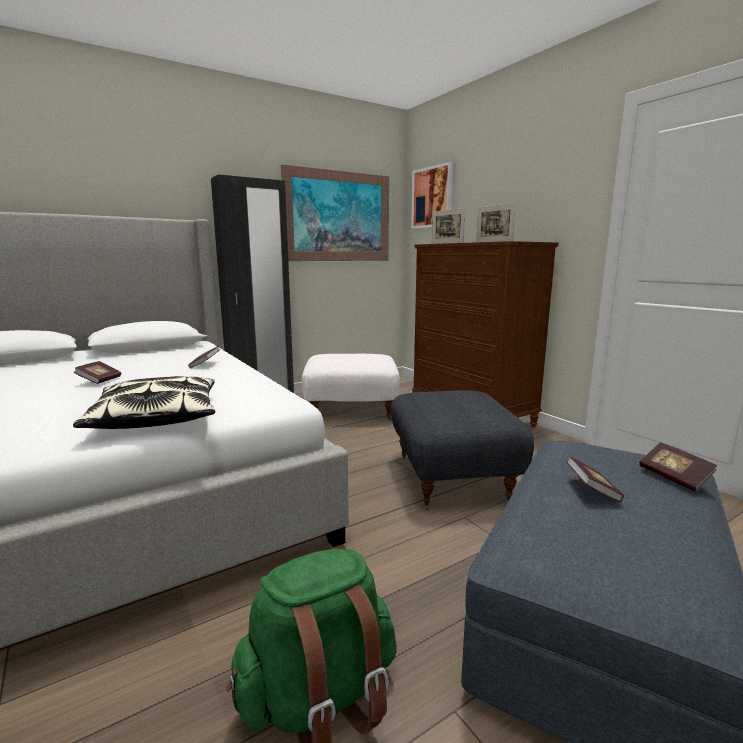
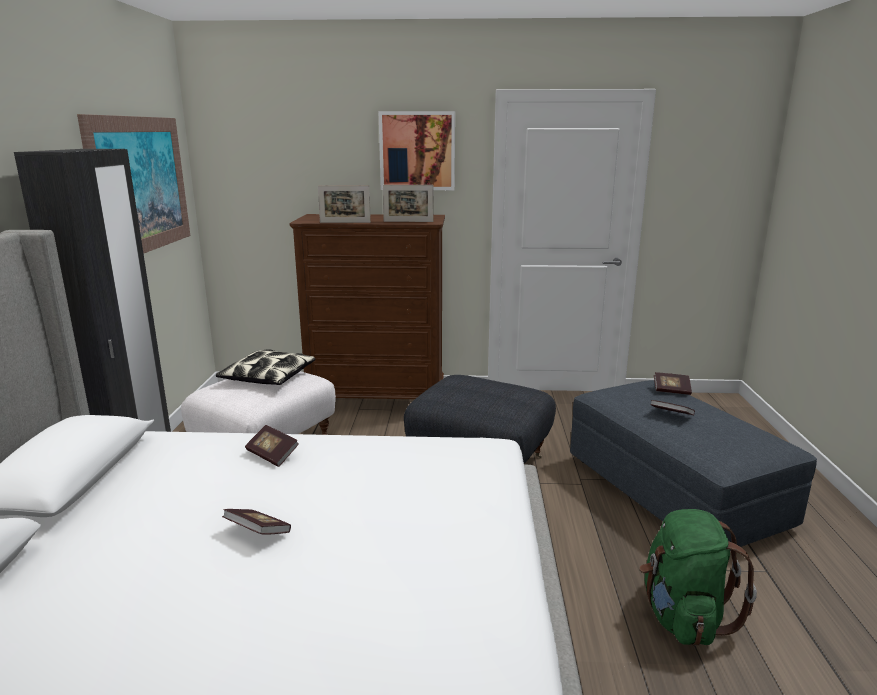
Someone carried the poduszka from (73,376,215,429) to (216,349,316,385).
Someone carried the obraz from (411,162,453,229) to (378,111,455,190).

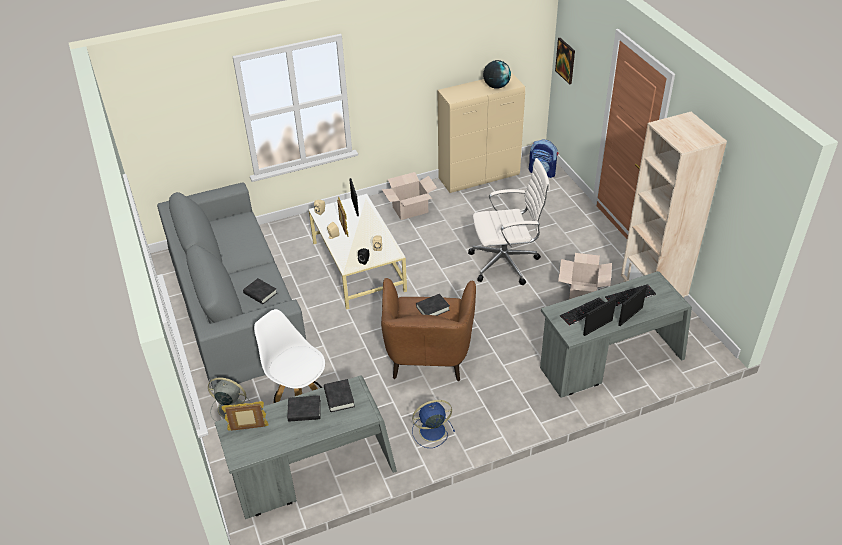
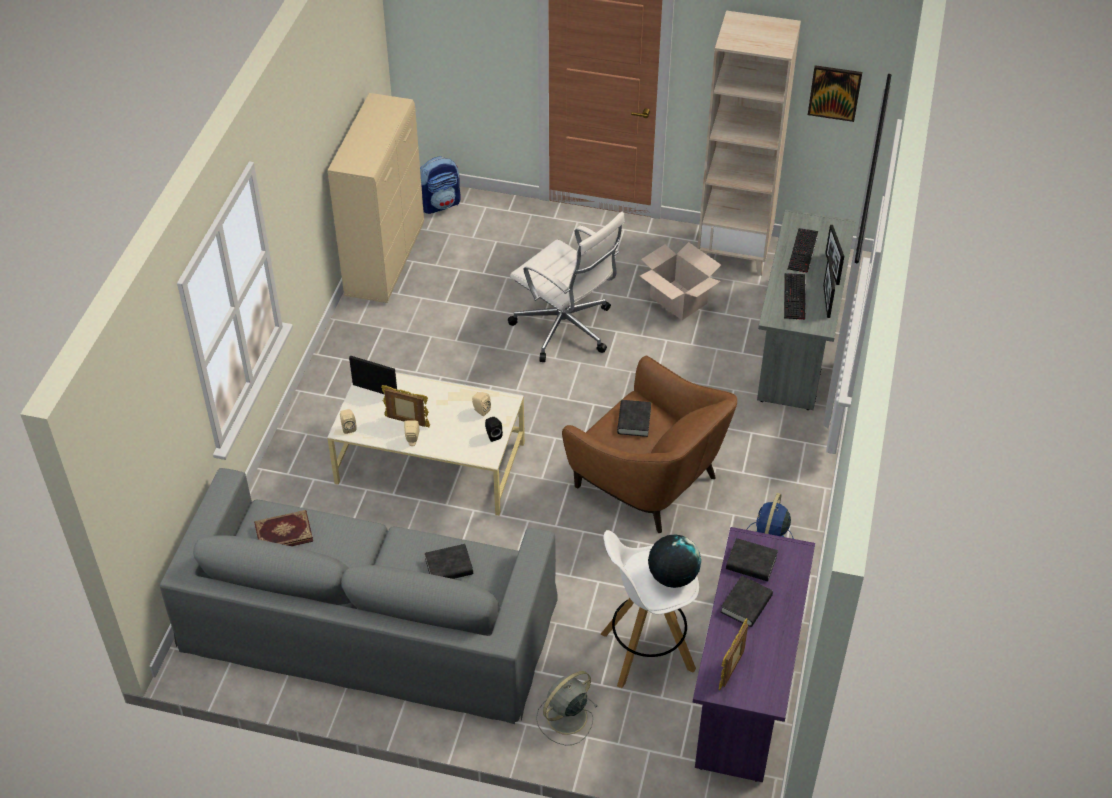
Someone took away the karton at (382,172,437,220).
Someone put down the książka at (254,510,313,546).
Someone carried the globus from (483,60,511,89) to (648,534,701,588).
Someone carried the obraz from (555,38,575,85) to (808,65,862,122).
Someone repainted the biurko [szary] at (215,376,397,519), which became the biurko [fioletowy] at (693,527,815,782).
Someone rotated the krzesło biurowe [biały] at (468,158,550,285) by 105 degrees clockwise.

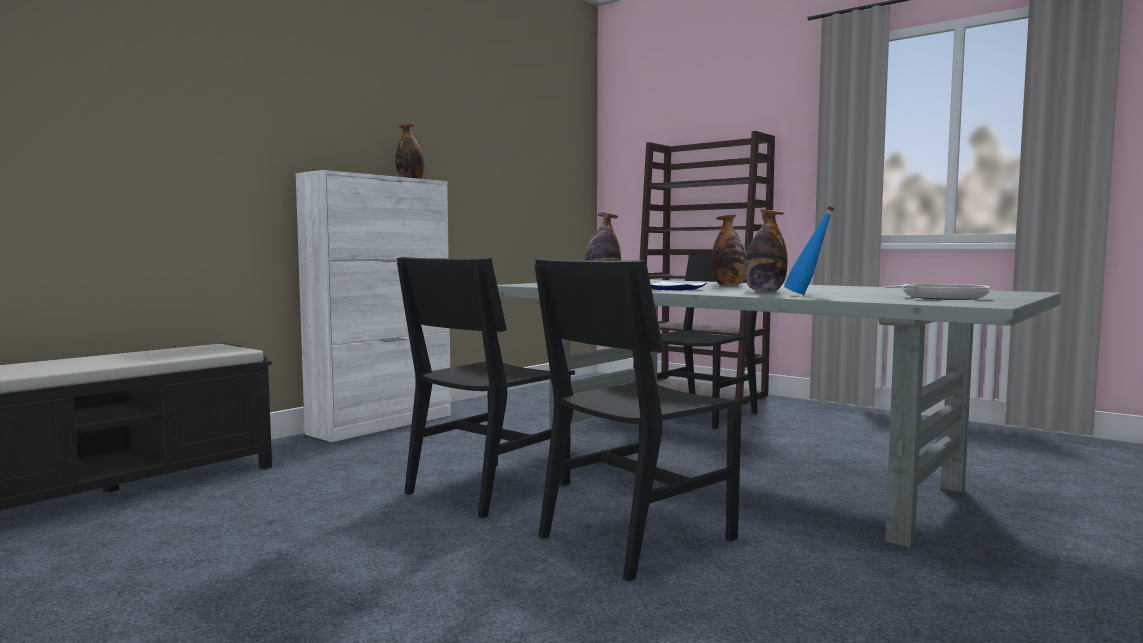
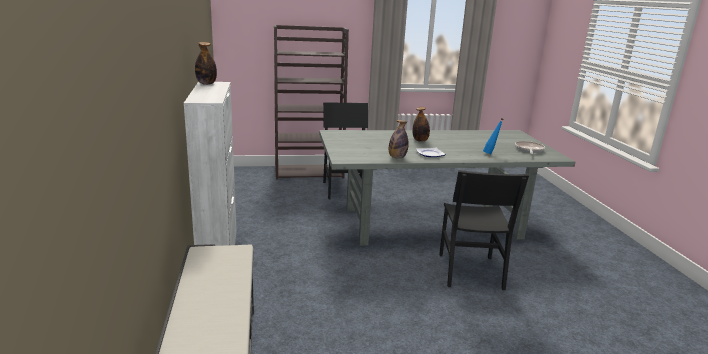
Someone took away the krzesło [czarny] at (397,257,575,518).
Someone took away the butelka at (744,209,787,292).

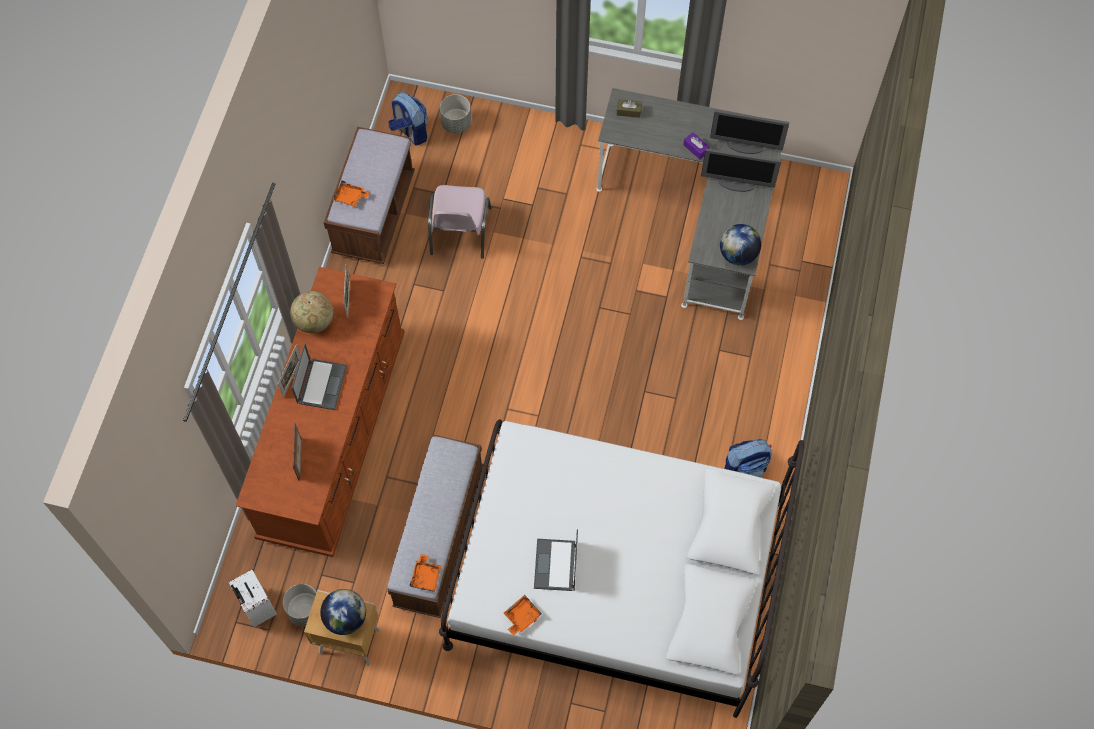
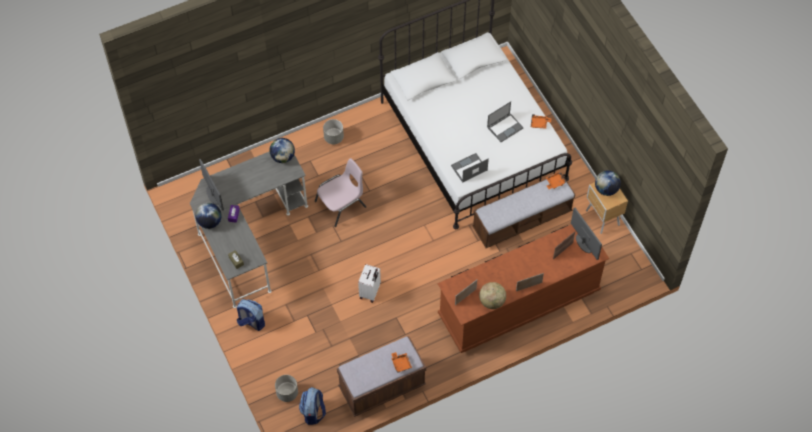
Someone put down the globus at (195,203,222,229).
Someone carried the walizka [biały] from (229,570,277,627) to (358,264,381,303).
Someone carried the donica [szary] from (283,584,316,626) to (323,119,344,144).
Someone carried the laptop from (292,343,347,410) to (451,153,489,183).
Someone carried the krzesło [różowy] from (428,185,491,259) to (315,158,366,227).
Someone carried the monitor from (701,148,781,192) to (571,208,602,260).
Someone carried the plecak from (724,439,772,478) to (237,299,265,331).

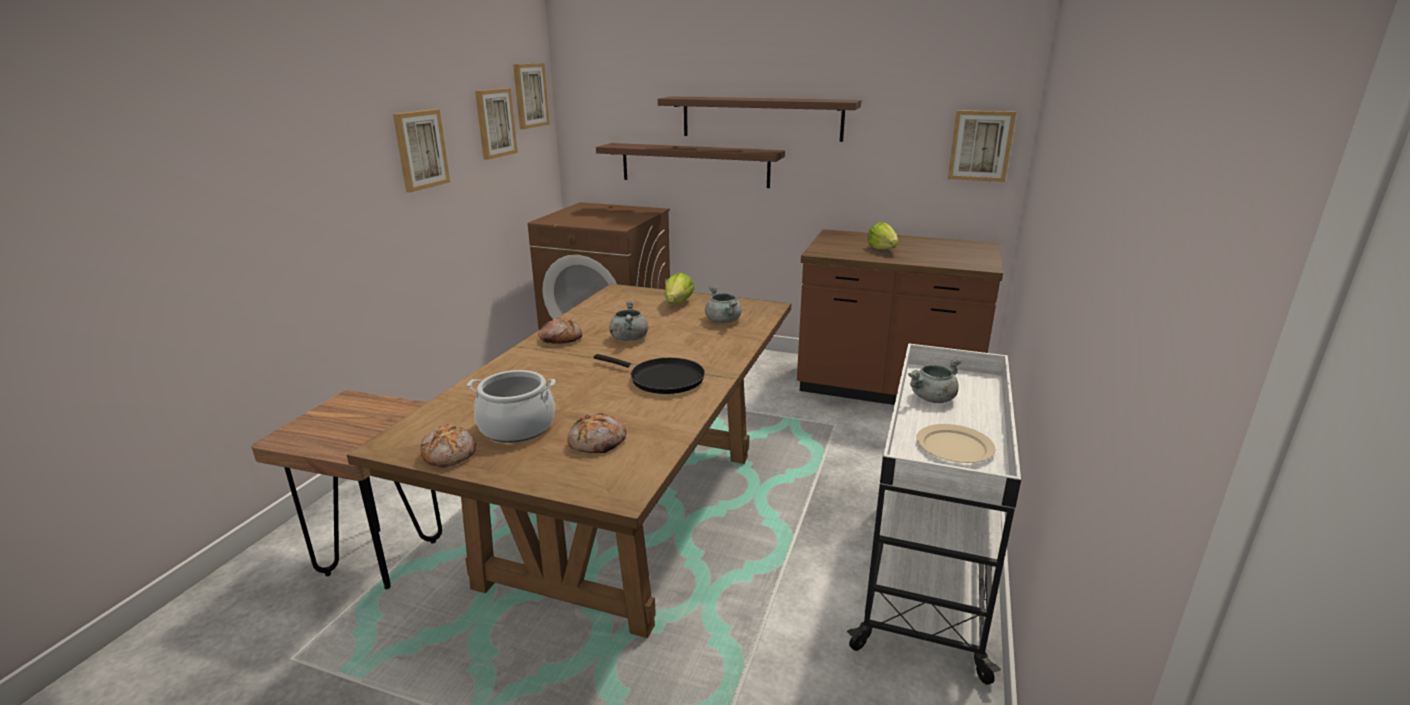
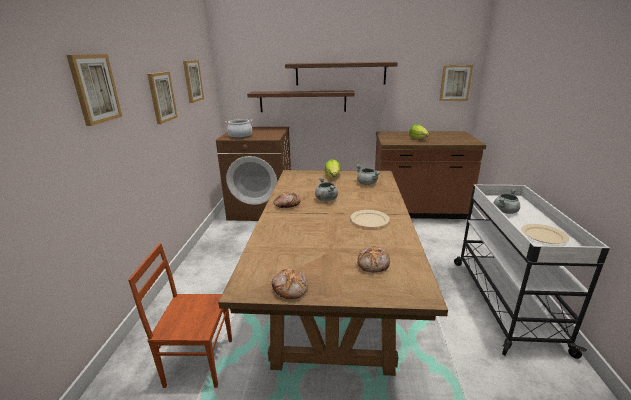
Someone carried the garnek from (467,370,556,443) to (225,119,252,138).
Someone carried the obraz from (513,63,550,129) to (67,54,122,126).
Someone swapped the stołek [brązowy] at (251,391,442,589) for the krzesło [brązowy] at (128,243,232,388).
Someone swapped the patelnia [czarny] at (594,354,705,394) for the talerz [beżowy] at (350,210,390,228).

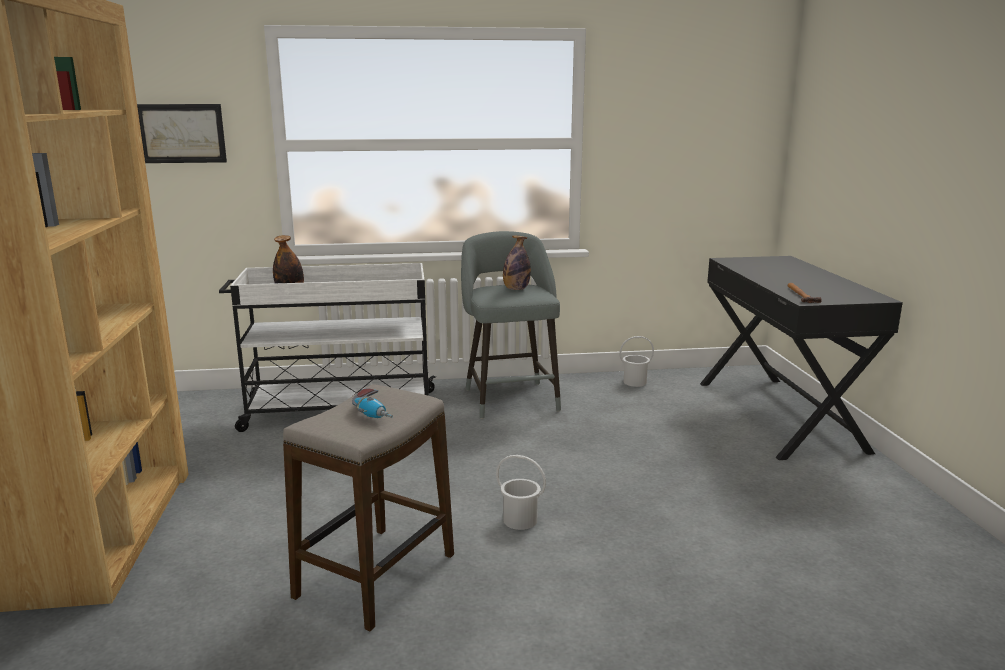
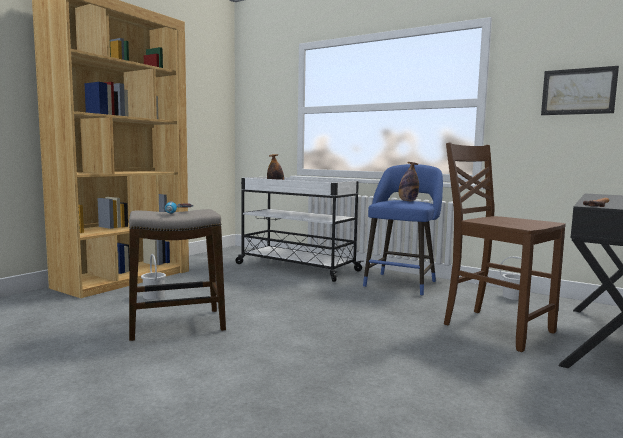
Someone put down the krzesło [brązowy] at (444,142,566,352).
Someone carried the obraz from (137,104,227,163) to (541,66,619,115).
Someone carried the wiadro [biały] from (496,455,546,530) to (141,254,166,300).
Someone repainted the stołek [szary] at (461,231,561,419), which became the stołek [niebieski] at (363,164,443,296).

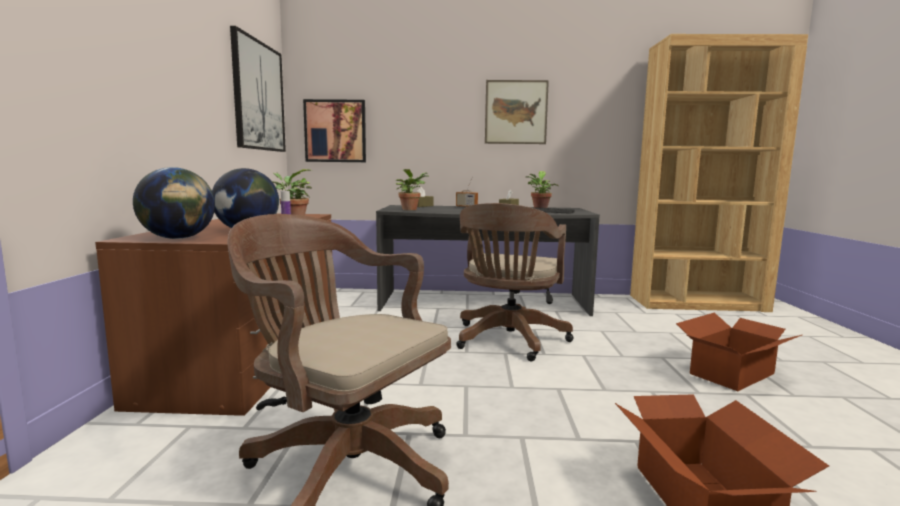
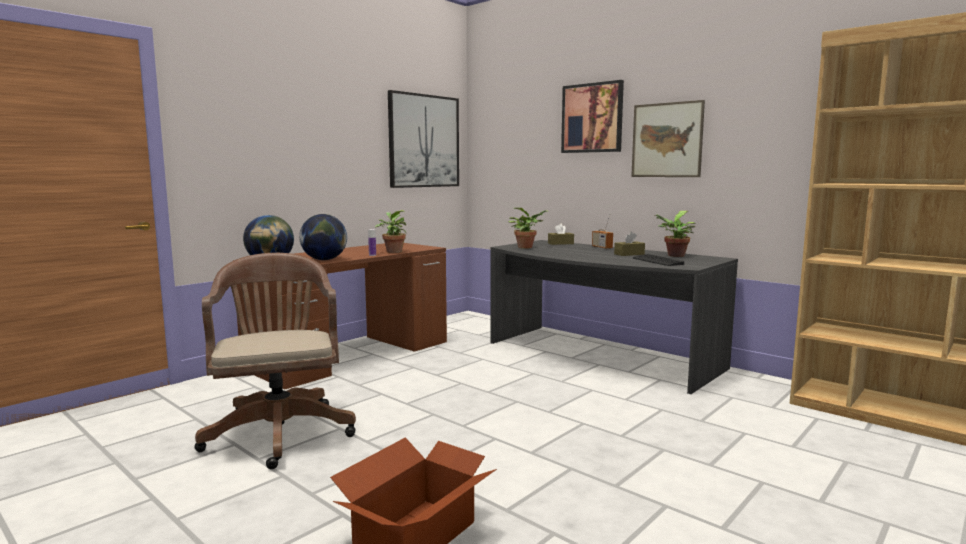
Someone took away the krzesło biurowe [brązowy] at (456,203,574,361).
Someone took away the karton at (676,313,802,391).
Someone carried the obraz from (303,99,366,162) to (561,80,624,153).

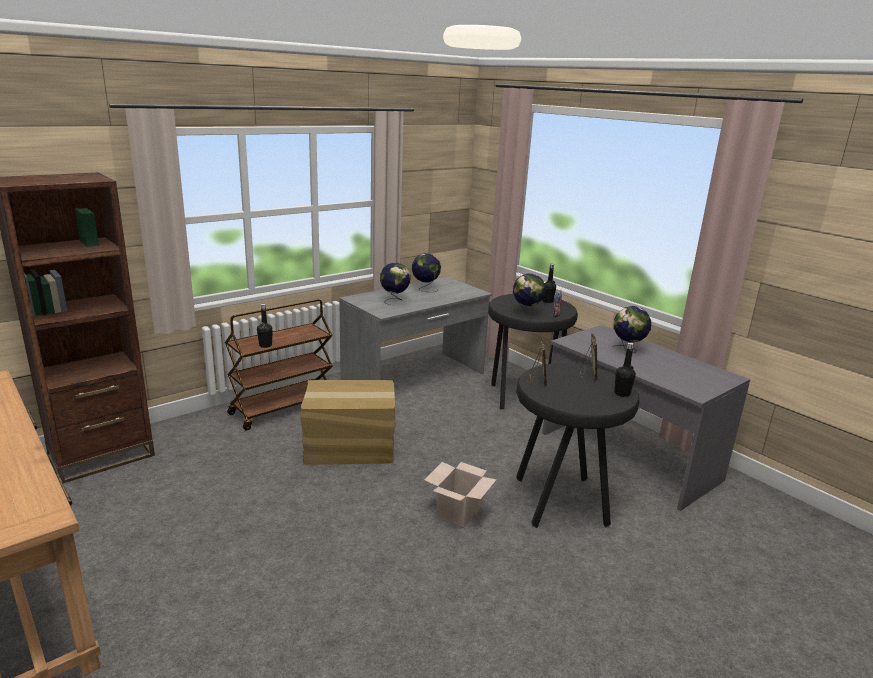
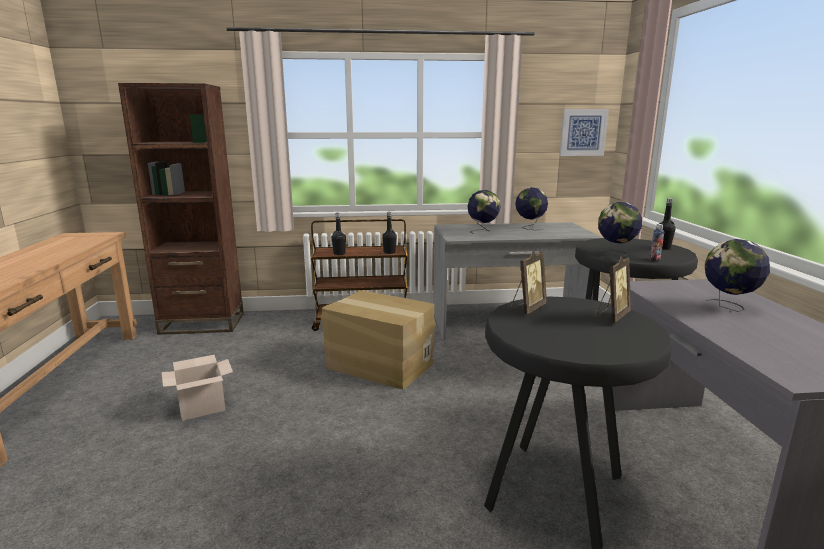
Someone put up the obraz at (560,109,609,156).
Someone carried the karton from (425,462,497,527) to (162,355,233,421).
Someone carried the butelka [czarny] from (614,342,636,397) to (382,212,397,254).

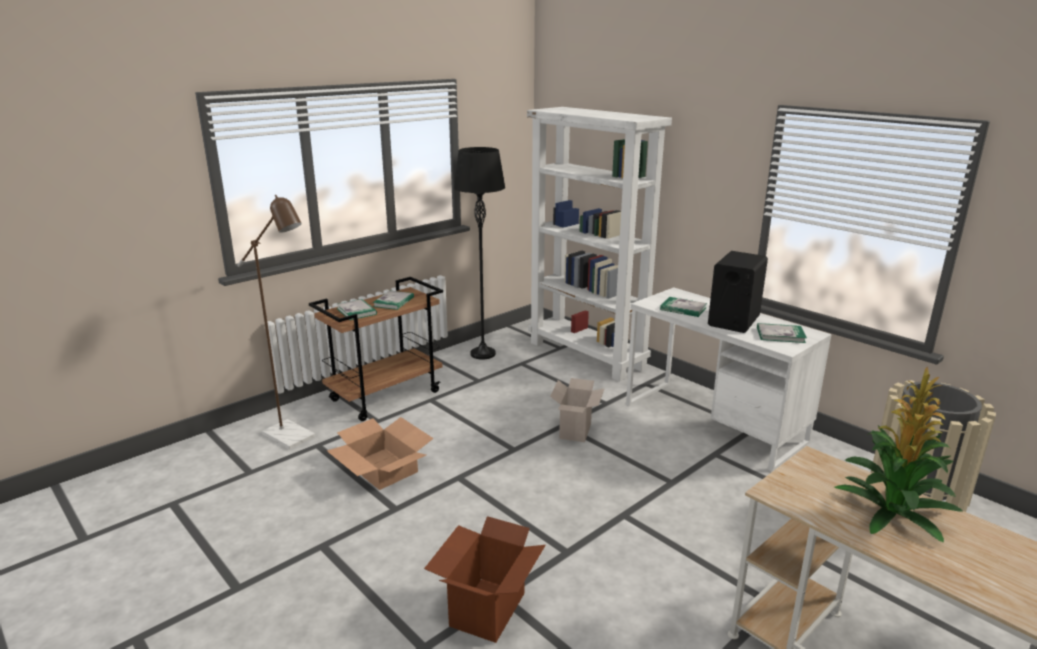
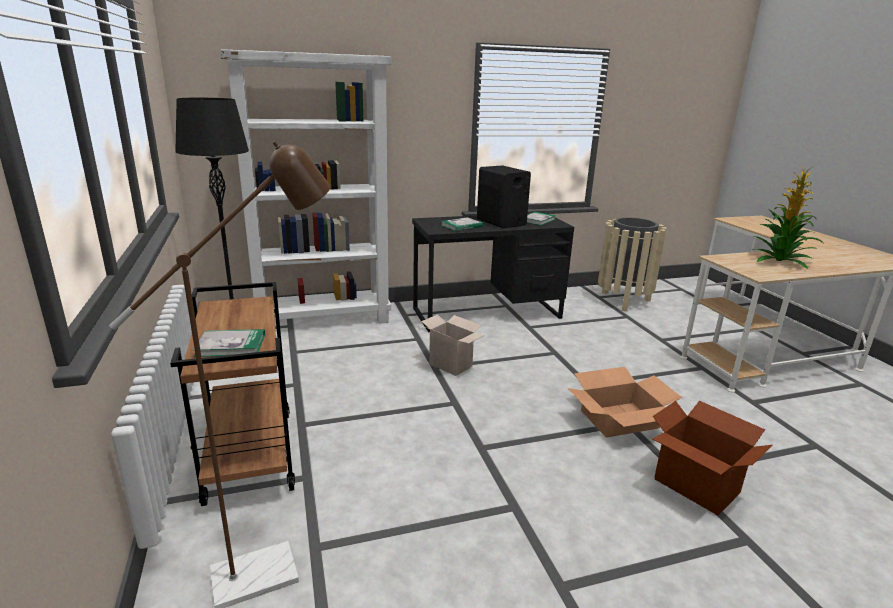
Someone took away the książka at (373,291,414,310).
Someone carried the karton from (327,417,434,490) to (568,367,682,438).
Someone repainted the biurko [biały] at (626,287,832,471), which became the biurko [czarny] at (412,213,574,332).

